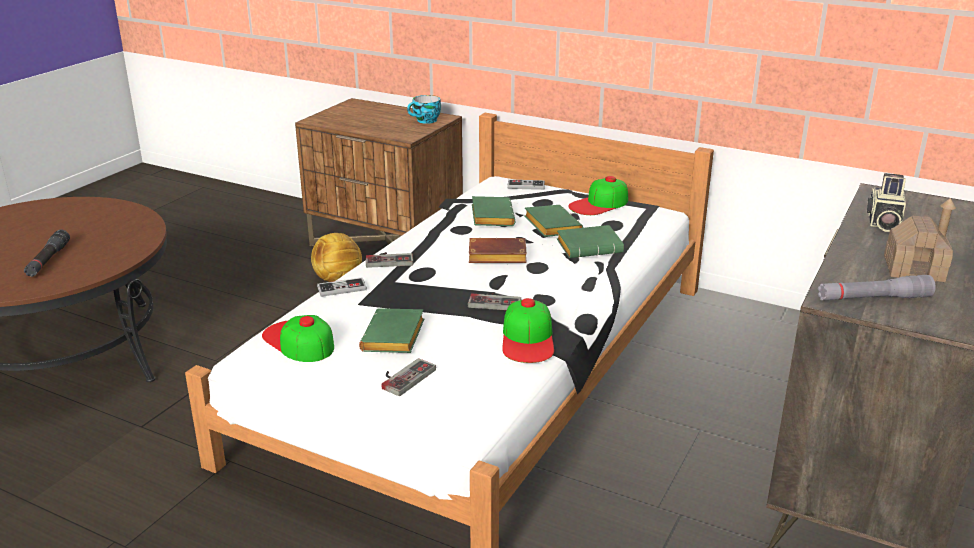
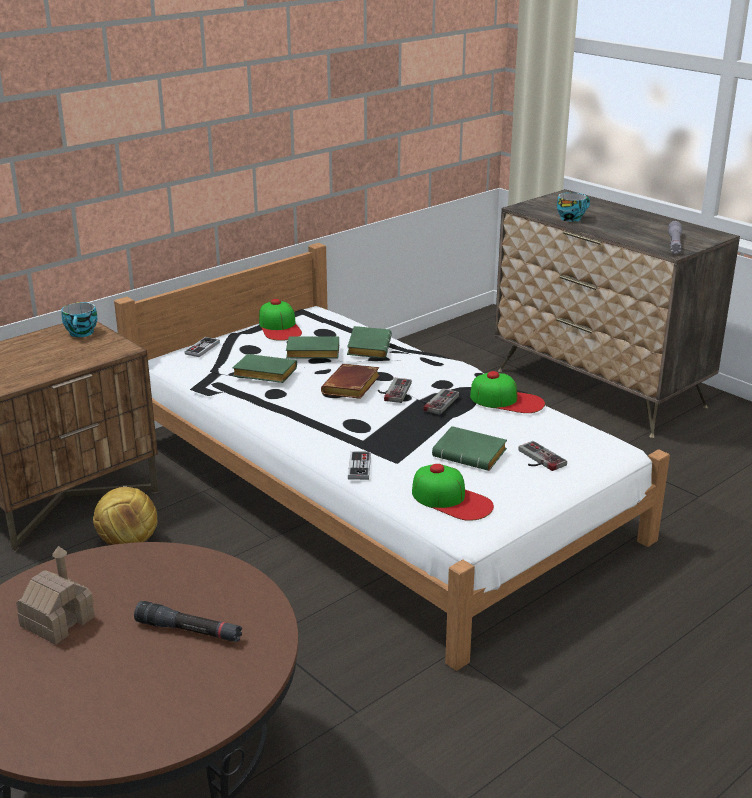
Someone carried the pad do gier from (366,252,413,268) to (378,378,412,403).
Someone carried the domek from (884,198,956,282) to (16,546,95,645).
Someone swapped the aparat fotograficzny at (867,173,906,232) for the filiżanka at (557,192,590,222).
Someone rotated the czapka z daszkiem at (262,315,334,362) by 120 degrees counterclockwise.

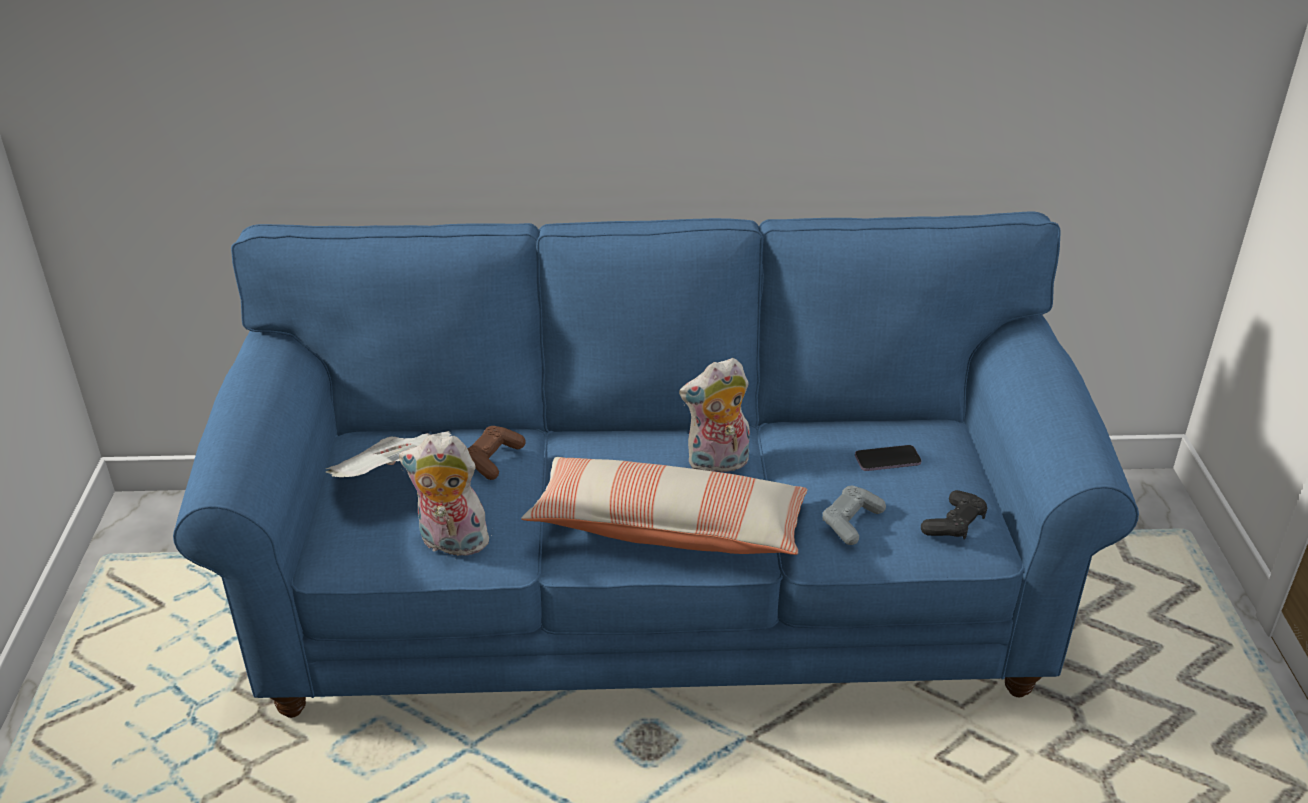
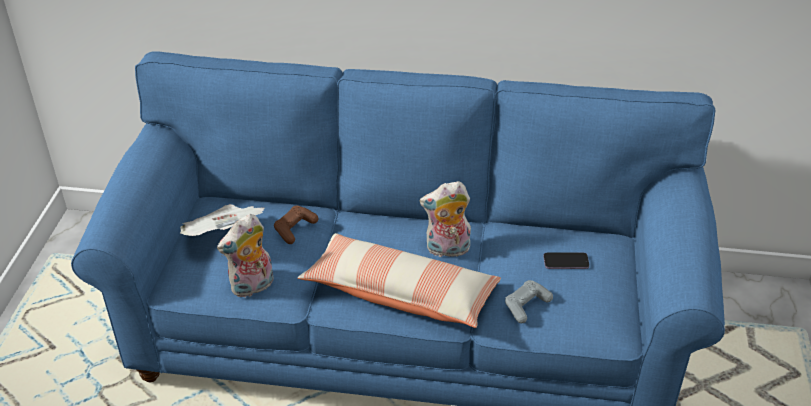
Someone took away the pad do gier [czarny] at (921,490,987,540).
Someone rotated the pluszak at (399,435,492,556) by 60 degrees counterclockwise.

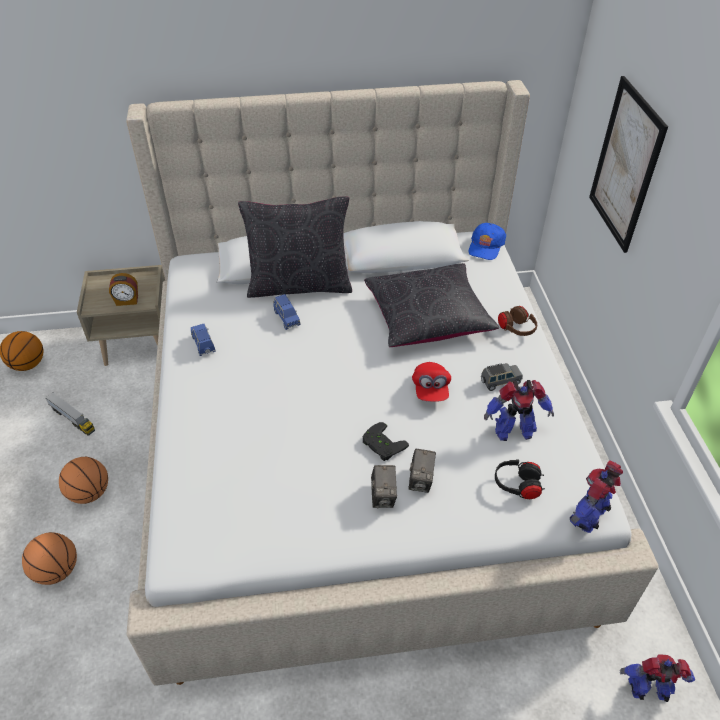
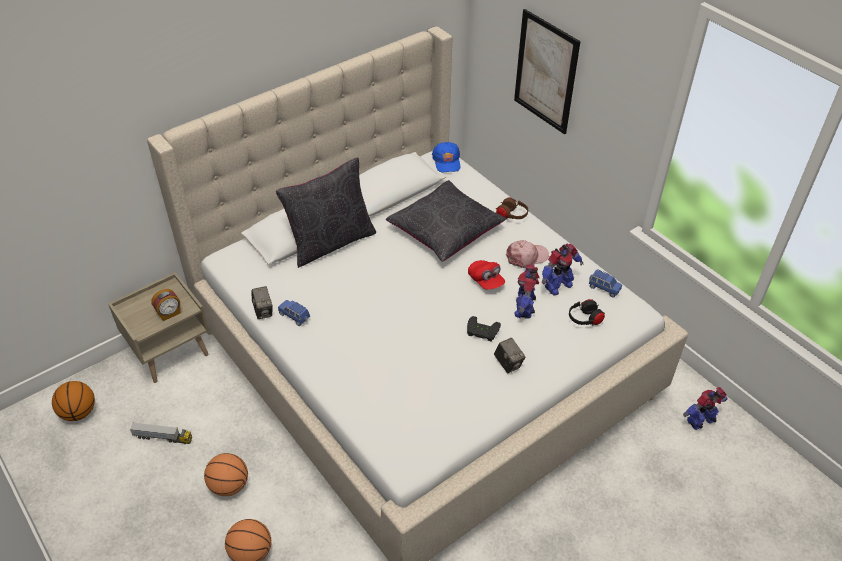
Someone carried the samochodzik [niebieski] from (273,294,301,330) to (589,270,622,298).
Someone carried the aparat fotograficzny from (408,449,436,493) to (252,286,272,319).
Someone carried the robot zabawkowy from (570,460,623,533) to (514,265,539,319).
Someone swapped the samochodzik [szary] at (481,363,523,391) for the czapka z daszkiem [różowy] at (506,240,549,268).

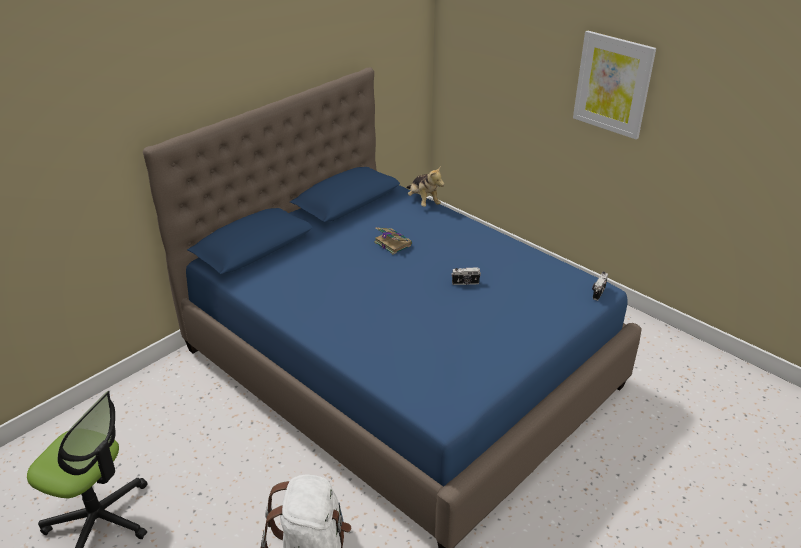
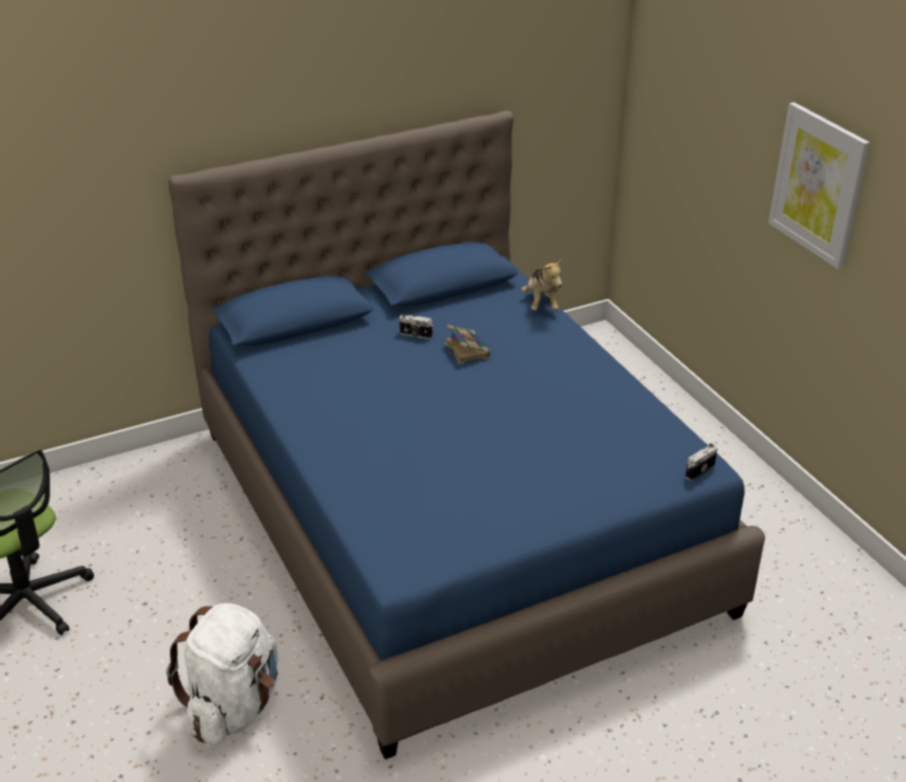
Someone carried the aparat fotograficzny from (451,267,481,285) to (399,314,433,339).

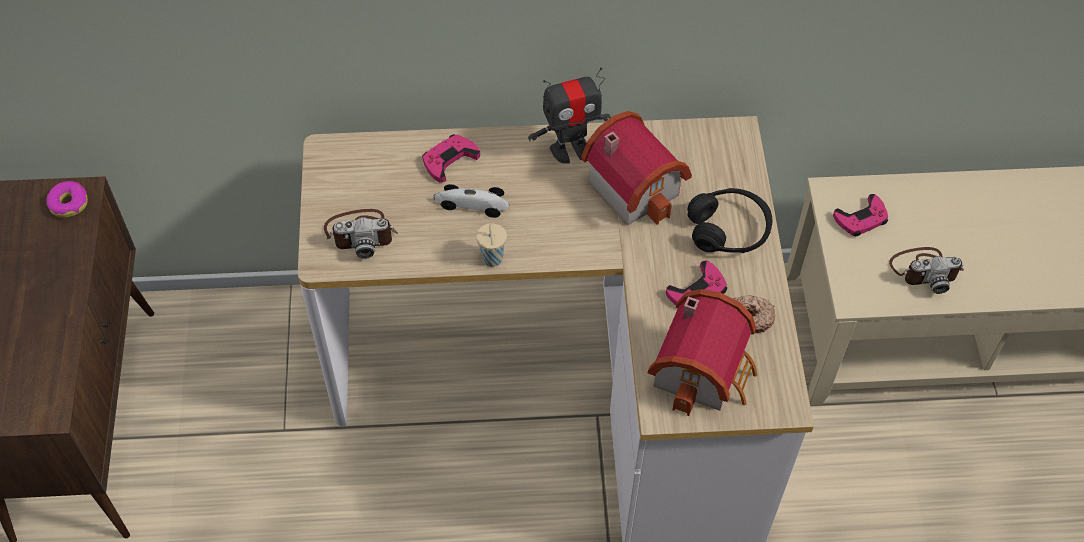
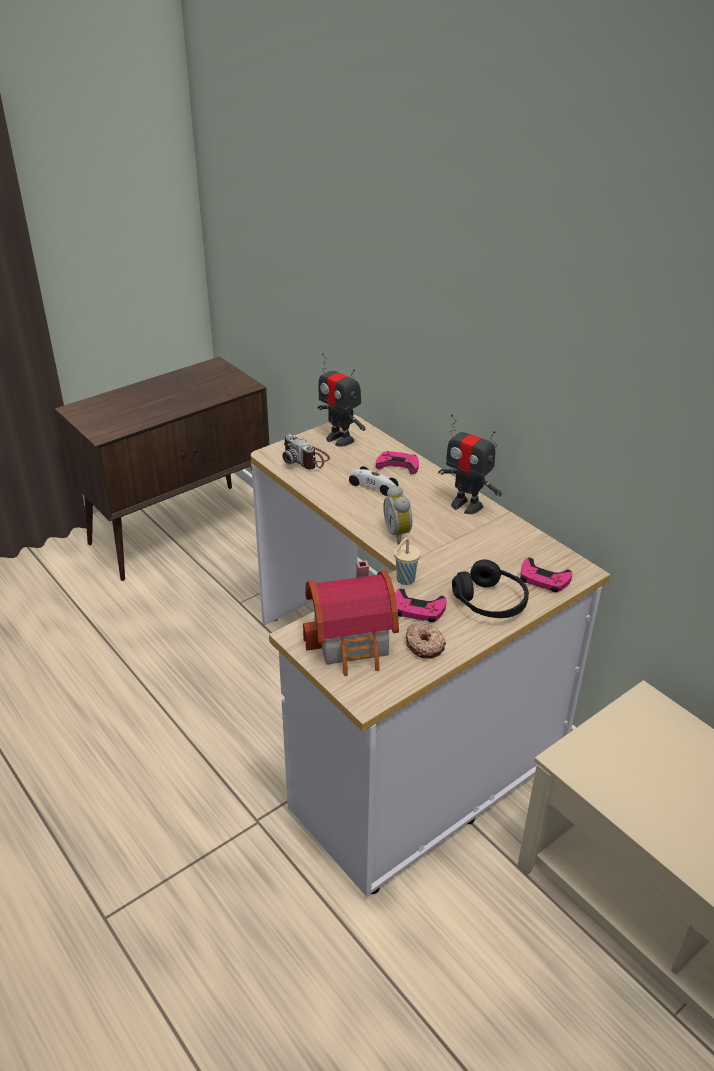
Someone took away the donut at (46,181,88,218).
Someone took away the domek at (581,111,692,226).
Someone took away the aparat fotograficzny at (889,247,964,294).
Someone put down the robot zabawkowy at (317,353,366,447).
Someone put down the budzik at (383,485,412,544).
Someone carried the filiżanka [beżowy] from (476,223,507,267) to (394,538,421,585).
Someone carried the pad do gier [różowy] from (833,194,888,236) to (520,557,572,592).
Someone rotated the samochodzik at (433,184,510,218) by 150 degrees clockwise.

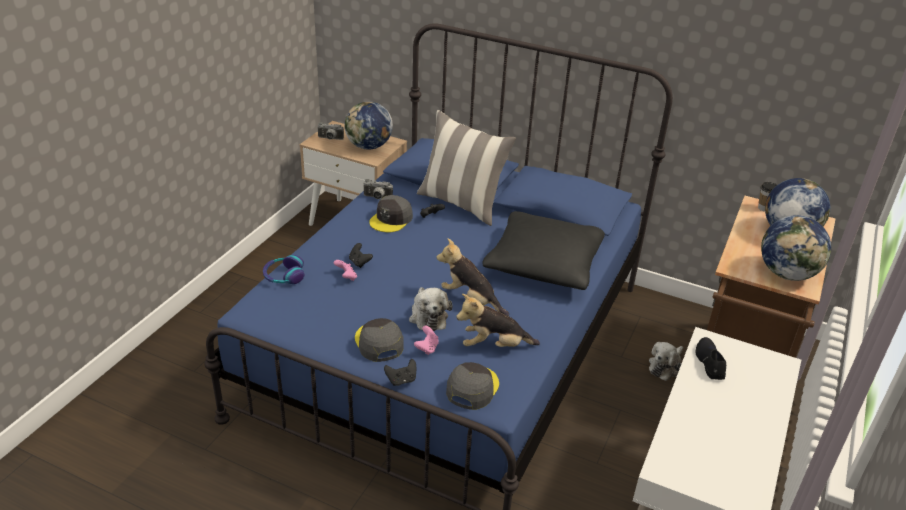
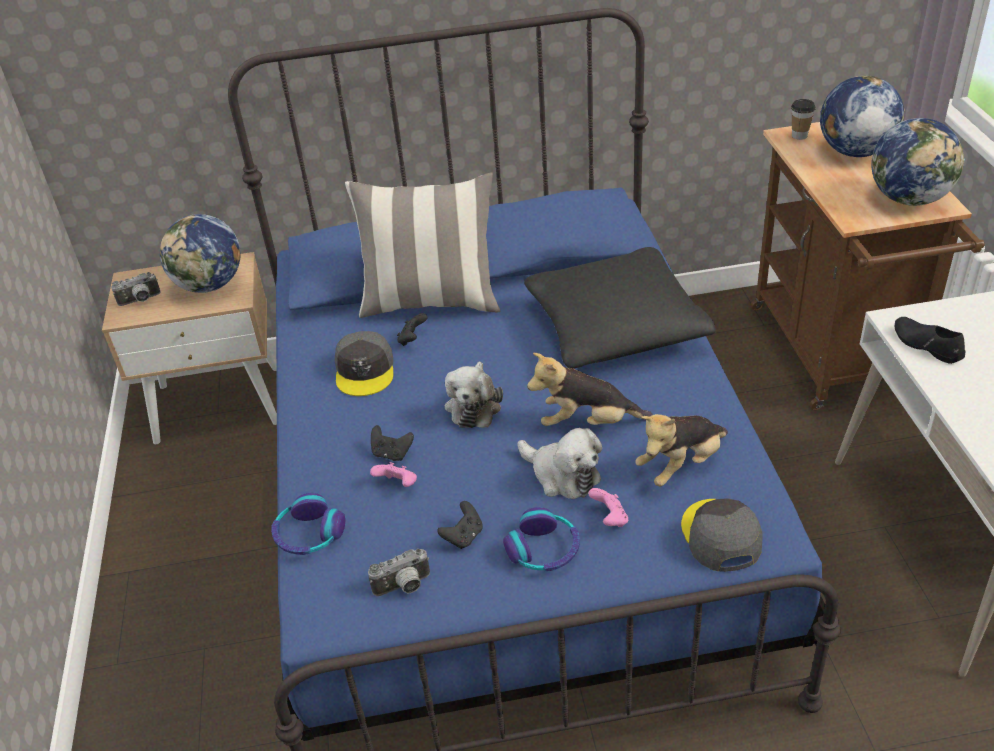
Someone carried the aparat fotograficzny from (363,179,393,199) to (368,549,430,596).
Someone carried the pad do gier [czarny] from (384,359,416,386) to (437,501,483,549).
Someone carried the pluszak from (649,342,683,381) to (445,362,503,428).
Someone swapped the czapka z daszkiem [szary] at (355,318,404,362) for the słuchawki at (503,507,580,571).

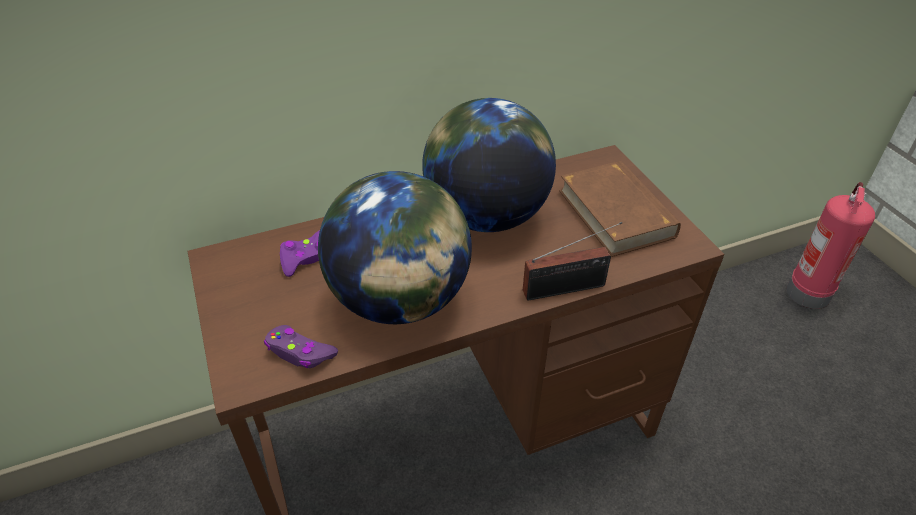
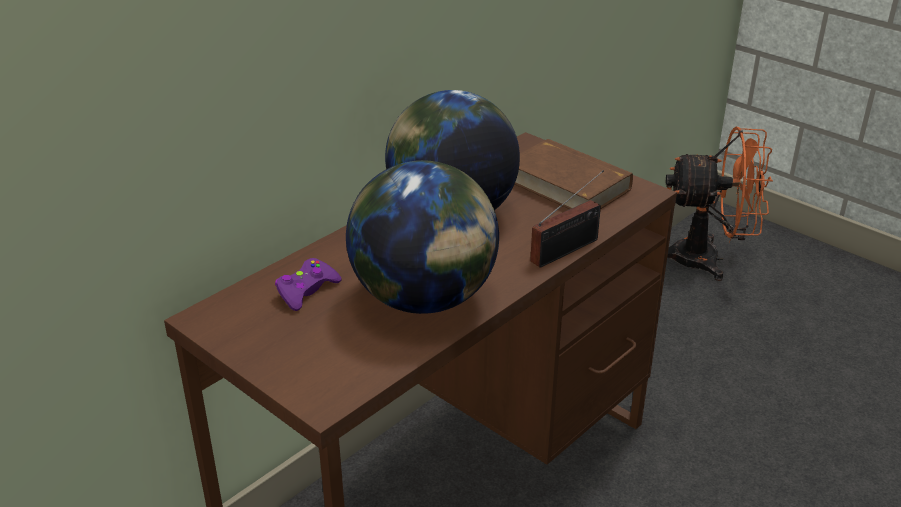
Someone took away the pad do gier [fioletowy] at (264,325,338,368).
Someone swapped the gaśnica at (787,182,875,309) for the wentylator [pomarańczowy] at (666,127,773,281).

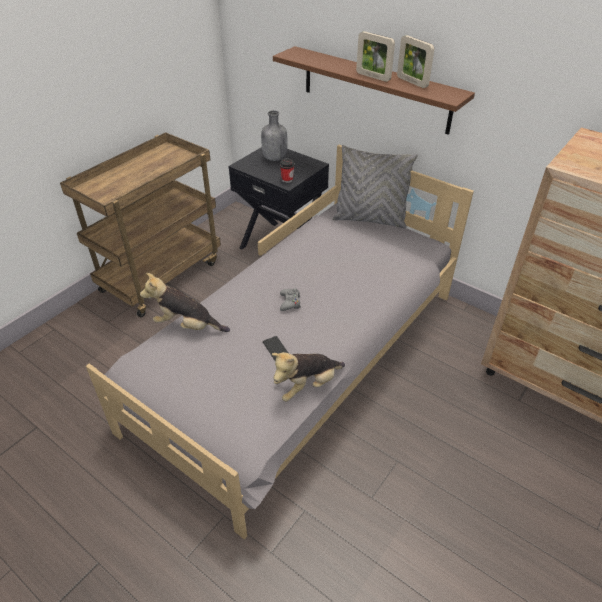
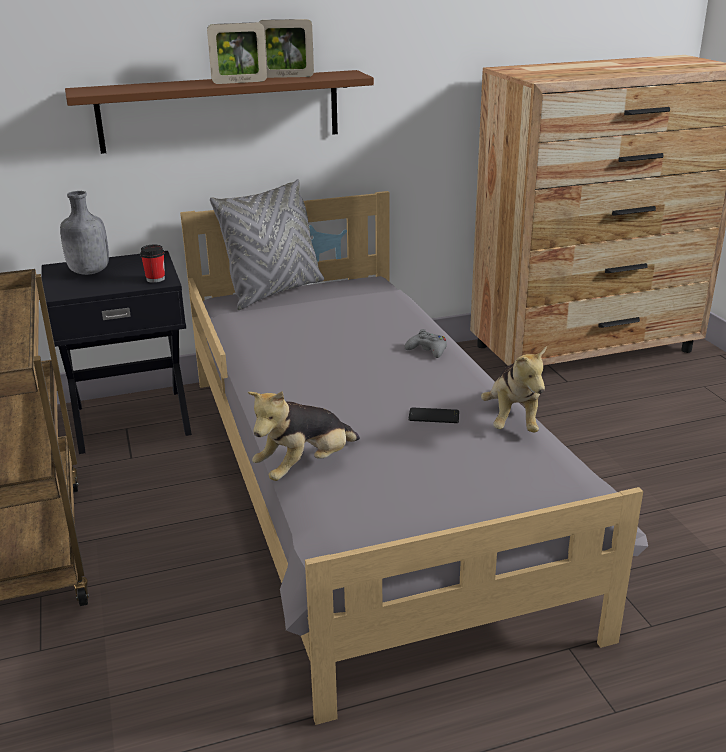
Someone carried the pad do gier [szary] from (280,288,301,311) to (405,329,447,358).

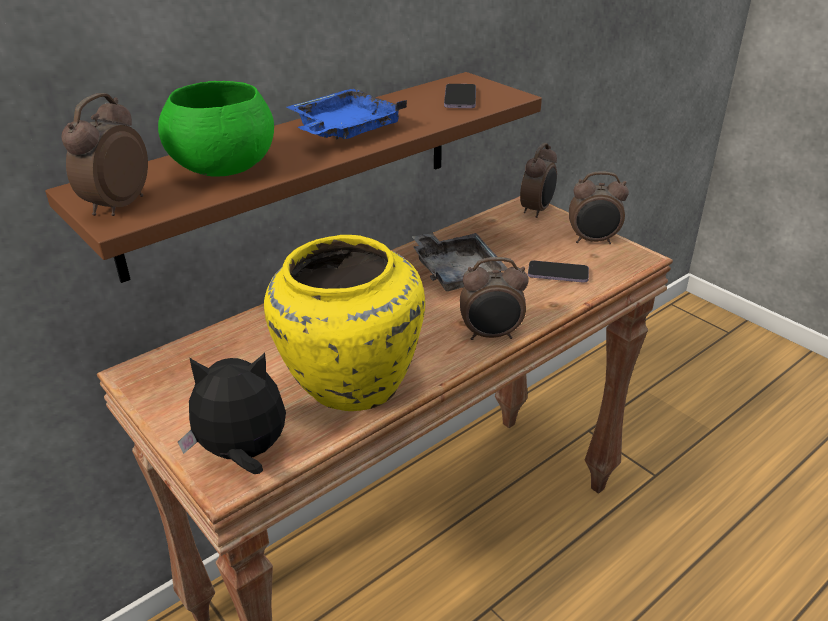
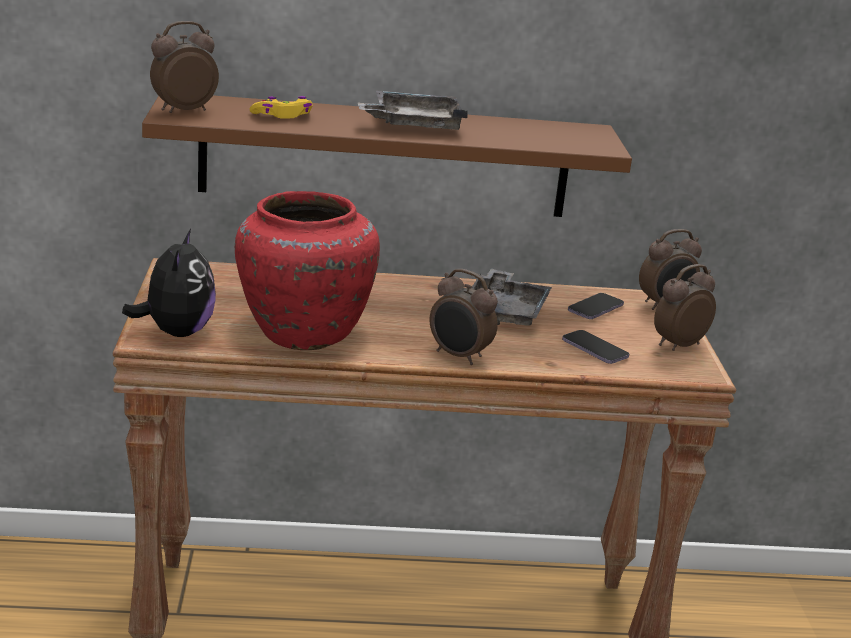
Someone carried the telefon from (444,84,476,108) to (568,293,624,319).
Someone swapped the miska [zielony] at (158,81,274,177) for the pad do gier [żółty] at (250,96,313,119).
Someone repainted the wazon [żółty] at (264,235,425,411), which became the wazon [czerwony] at (235,191,380,350).
Someone repainted the taca [niebieski] at (287,88,407,139), which became the taca [szary] at (358,90,467,130).
Someone rotated the pluszak at (178,353,286,474) by 60 degrees clockwise.
Someone rotated the budzik at (569,171,629,244) by 105 degrees clockwise.

